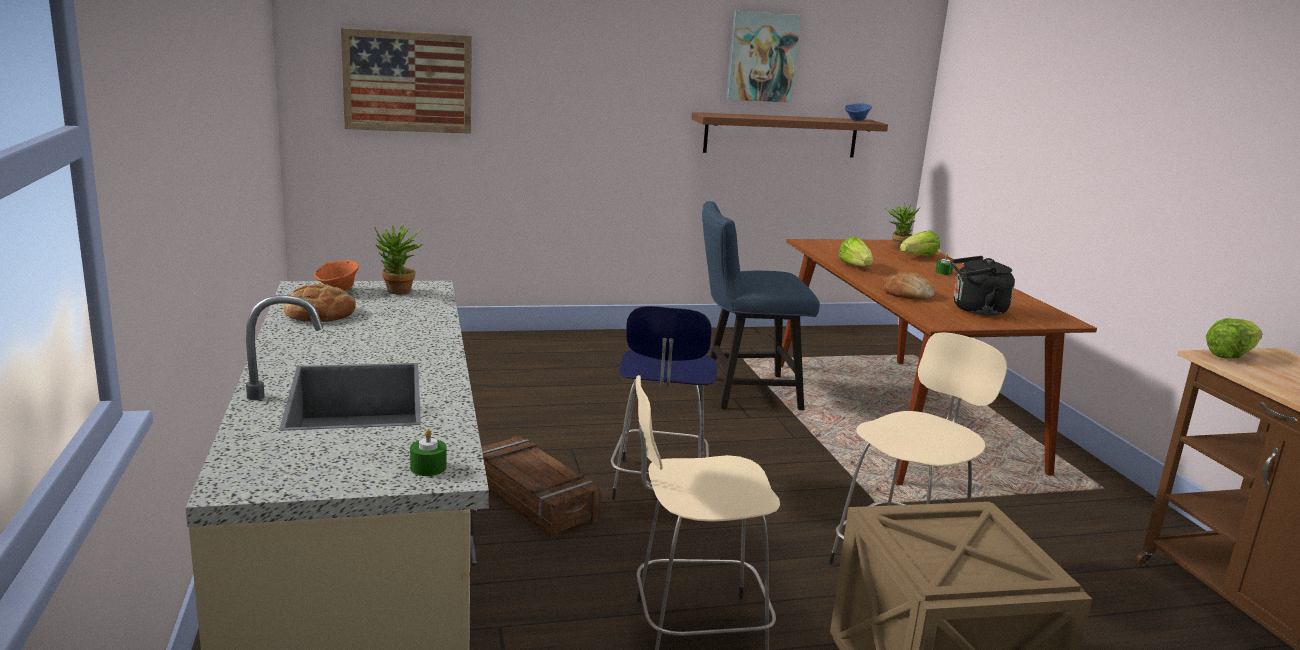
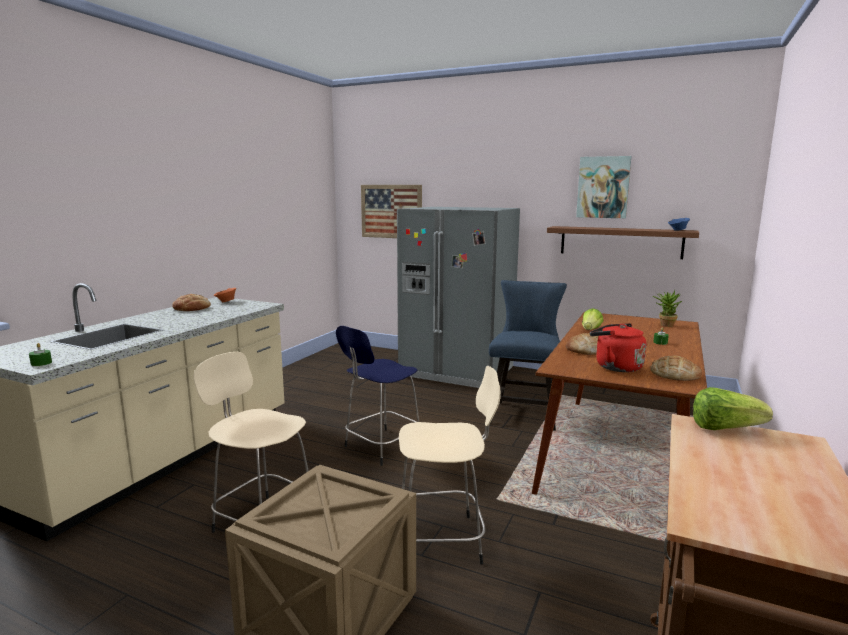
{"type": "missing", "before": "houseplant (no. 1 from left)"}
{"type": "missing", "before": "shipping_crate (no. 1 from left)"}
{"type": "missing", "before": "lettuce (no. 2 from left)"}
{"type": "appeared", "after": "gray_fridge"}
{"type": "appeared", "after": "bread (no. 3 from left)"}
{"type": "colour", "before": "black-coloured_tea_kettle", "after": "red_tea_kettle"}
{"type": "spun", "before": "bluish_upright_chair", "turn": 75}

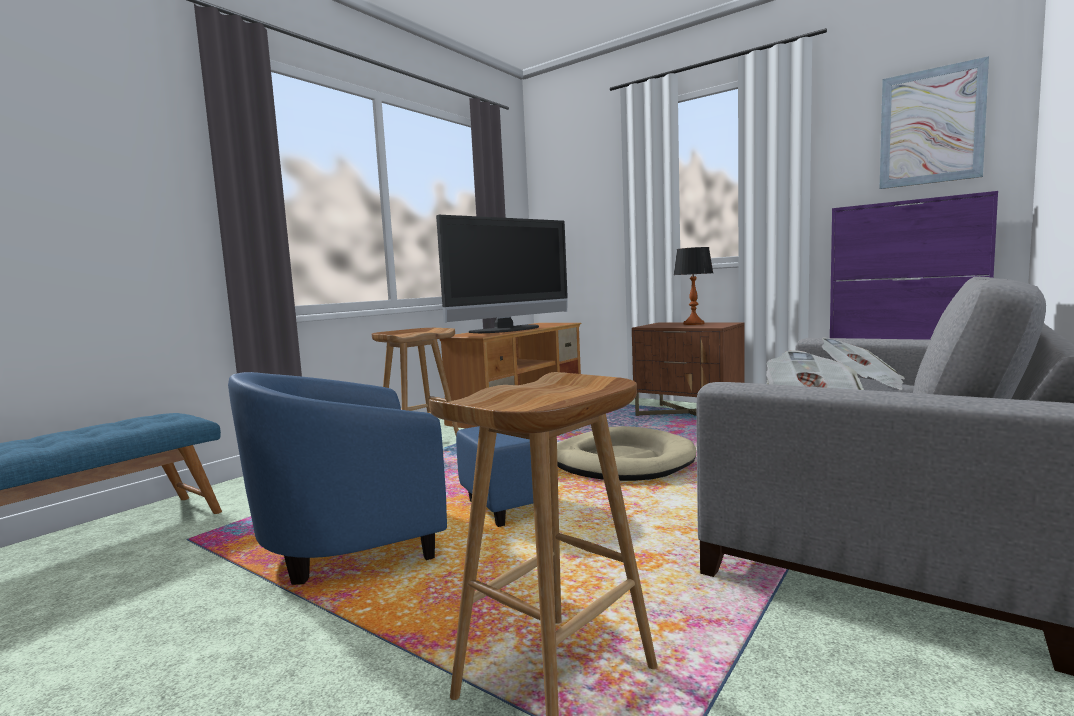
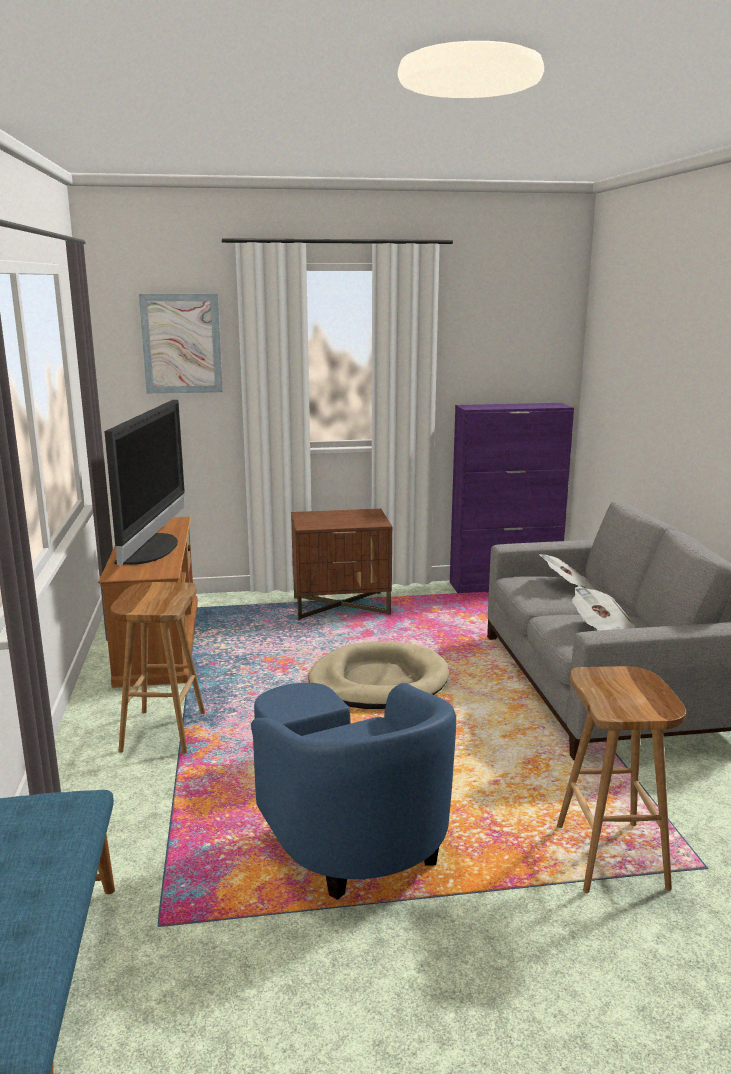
{"type": "missing", "before": "tabletop_lamp"}
{"type": "relocated", "before": "wall_art"}
{"type": "spun", "before": "bluish_lounge_chair", "turn": -45}

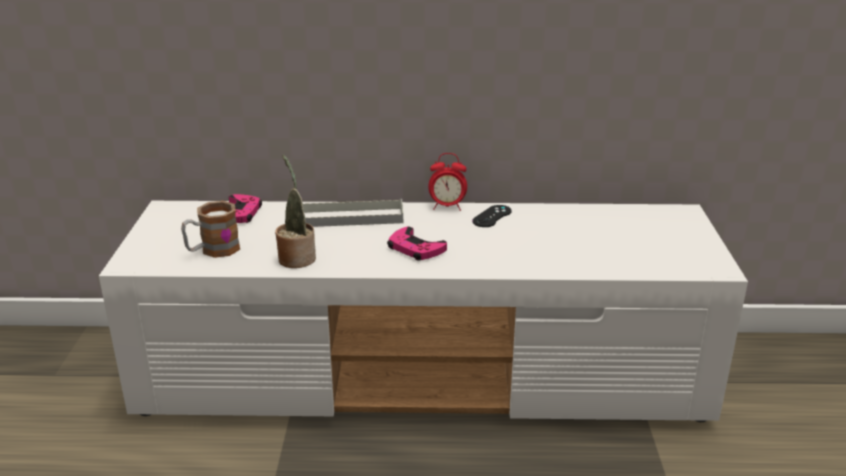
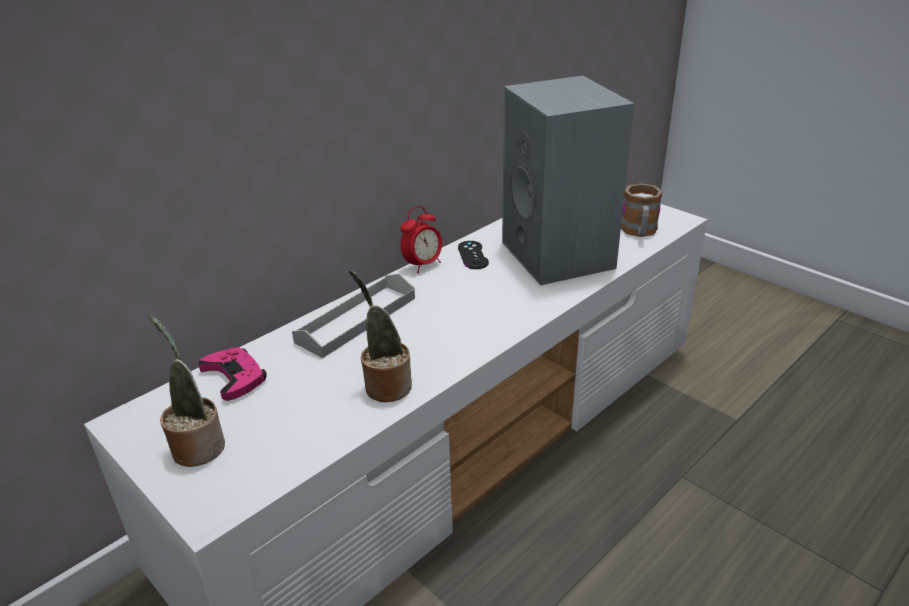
{"type": "missing", "before": "pink-coloured_gamepad (no. 2 from left)"}
{"type": "appeared", "after": "houseplant (no. 1 from left)"}
{"type": "appeared", "after": "gray_speaker"}
{"type": "relocated", "before": "mug"}

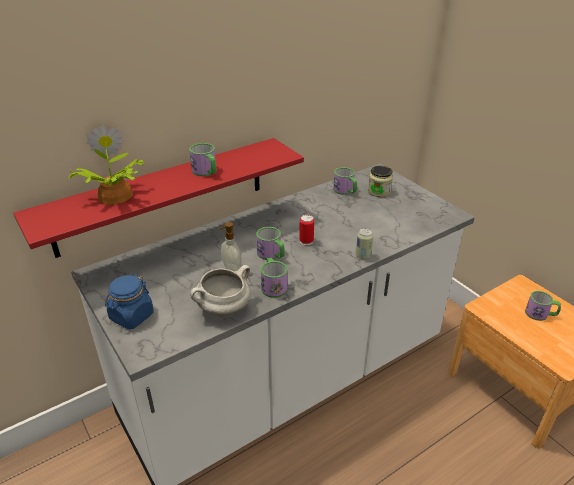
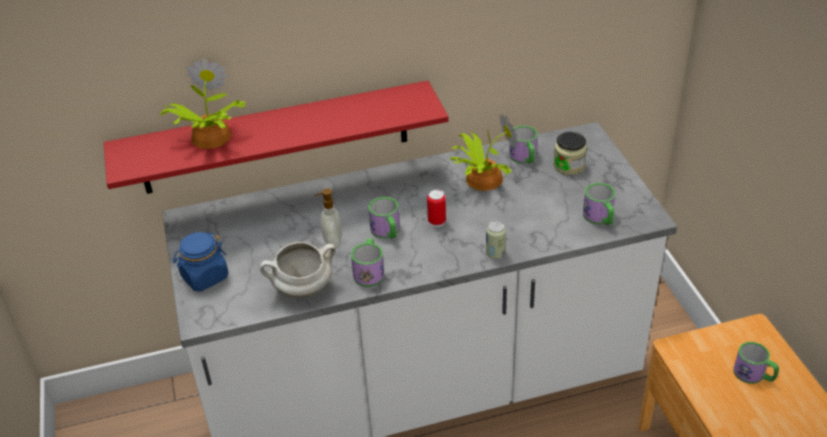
{"type": "appeared", "after": "houseplant (no. 2 from left)"}
{"type": "relocated", "before": "mug (no. 1 from left in the first image)", "after": "mug (no. 4 from left)"}

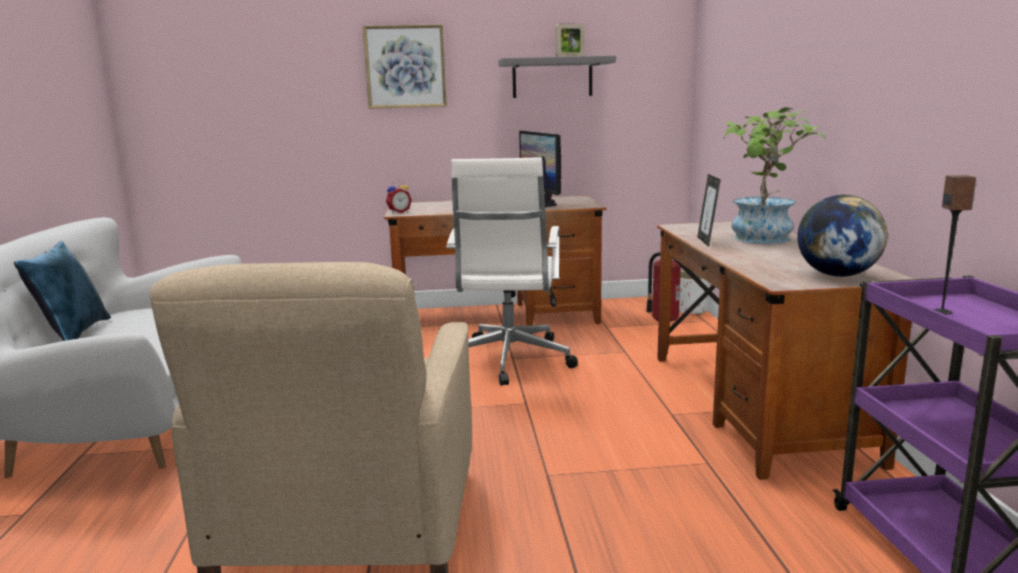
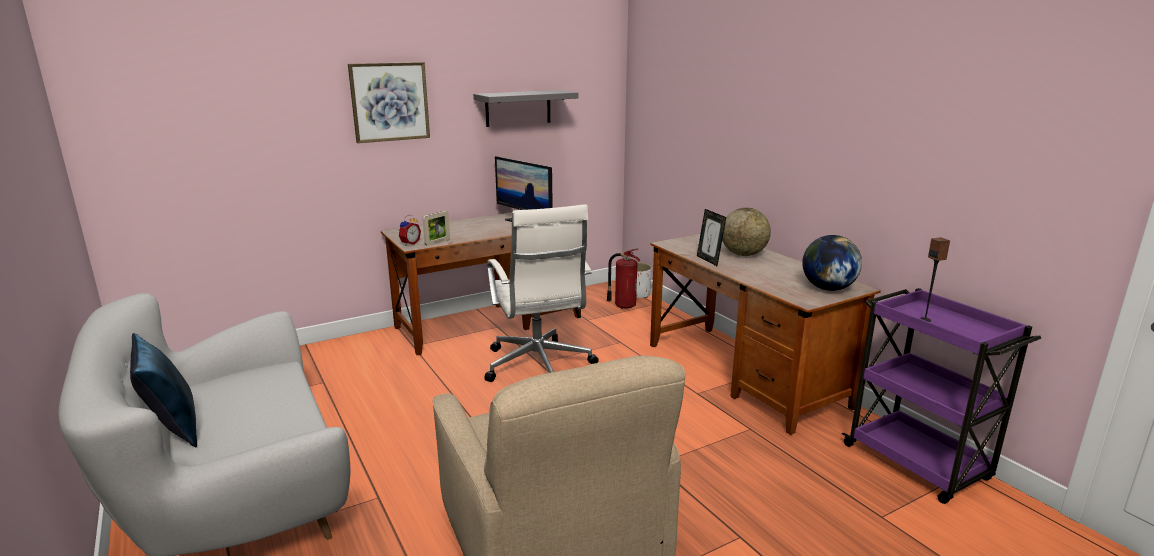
{"type": "relocated", "before": "standing_frame (no. 1 from left)"}
{"type": "exchanged", "before": "houseplant", "after": "desk_globe (no. 1 from left)"}

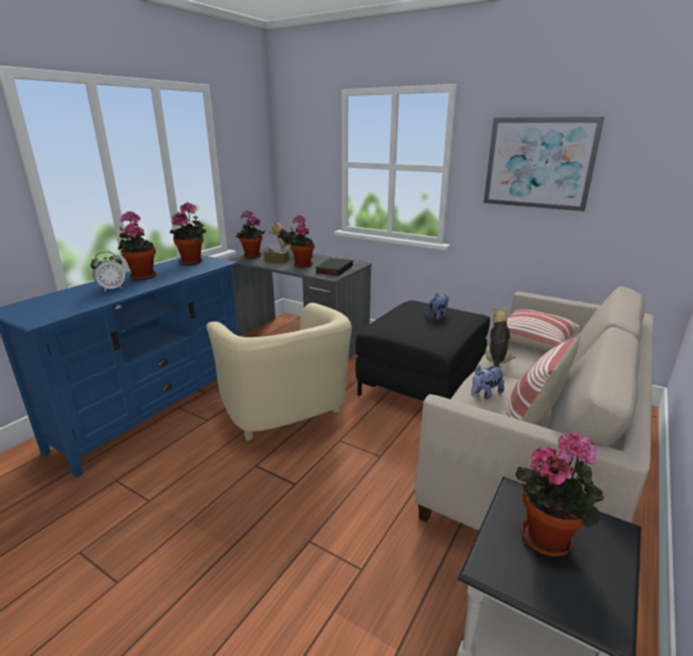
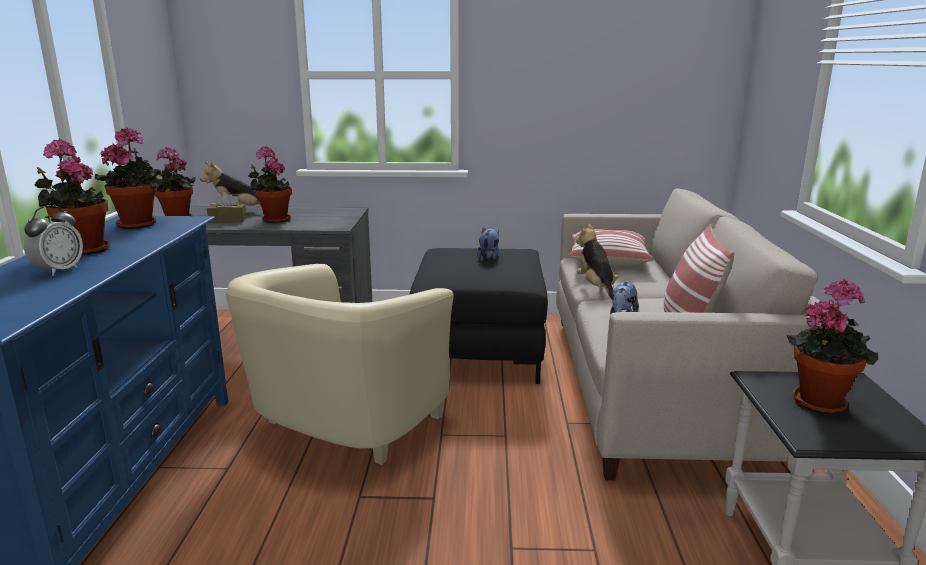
{"type": "missing", "before": "black-coloured_bound_book"}
{"type": "missing", "before": "wall_art"}
{"type": "spun", "before": "beige_lounge_chair", "turn": 90}

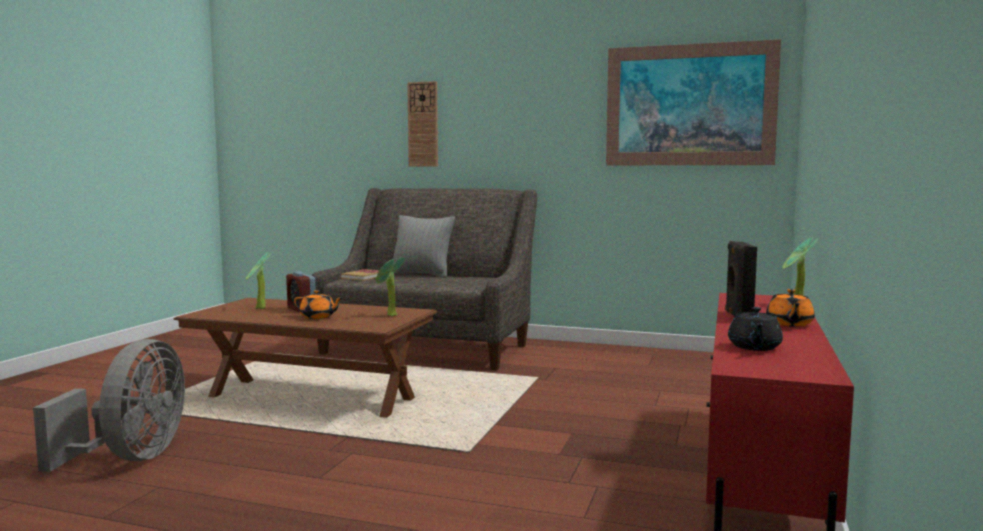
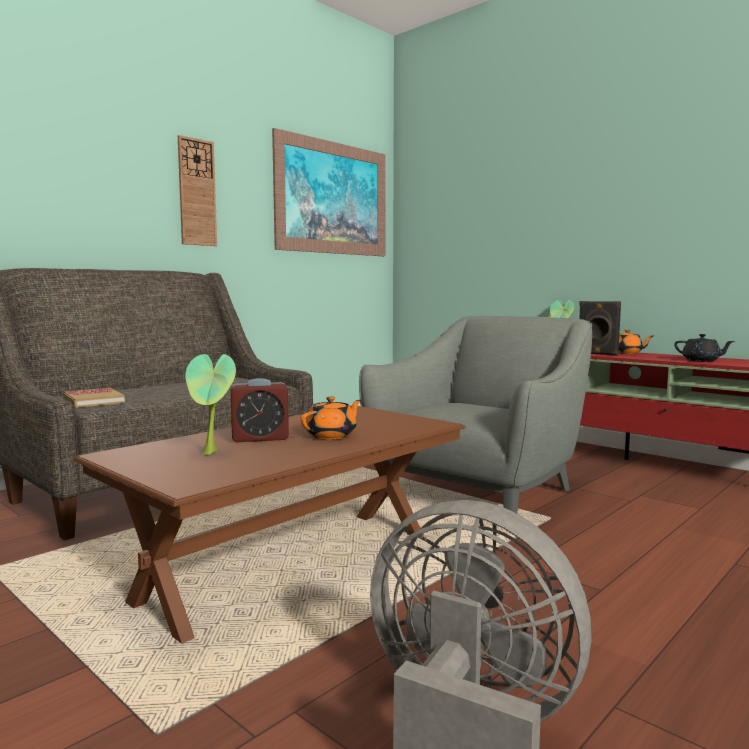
{"type": "missing", "before": "houseplant (no. 2 from left)"}
{"type": "missing", "before": "gray_pillow"}
{"type": "appeared", "after": "gray_lounge_chair"}
{"type": "relocated", "before": "hanging_clock"}

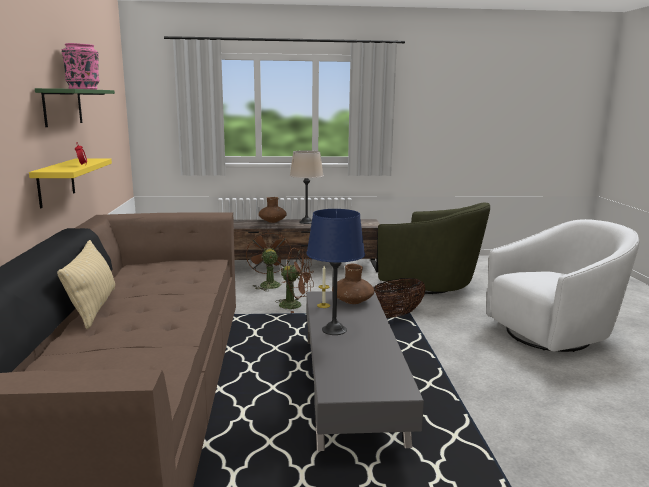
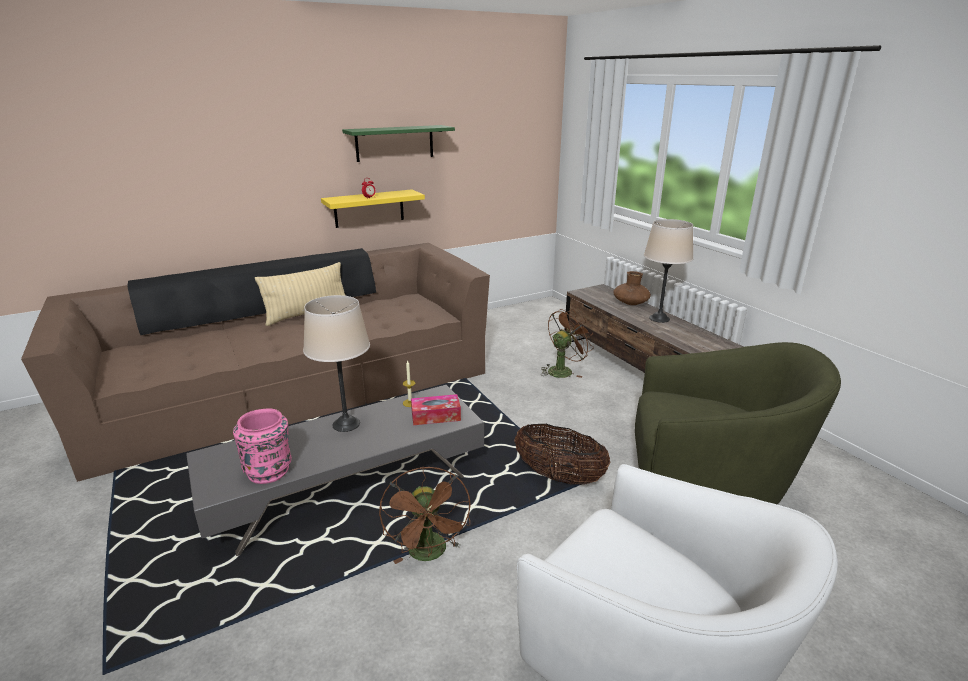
{"type": "relocated", "before": "pink-coloured_decorative_vase"}
{"type": "relocated", "before": "brown-coloured_fan (no. 2 from left in the first image)", "after": "brown-coloured_fan (no. 1 from left)"}
{"type": "exchanged", "before": "brown-coloured_decorative_vase (no. 2 from left)", "after": "tissue_holder"}
{"type": "colour", "before": "bluish_tabletop_lamp", "after": "beige_tabletop_lamp (no. 1 from left)"}
{"type": "spun", "before": "green-coloured_lounge_chair", "turn": -90}

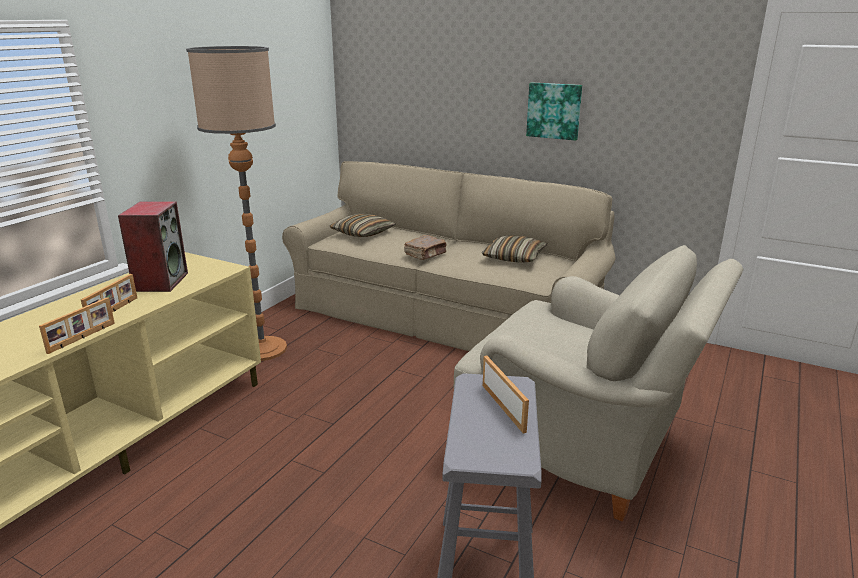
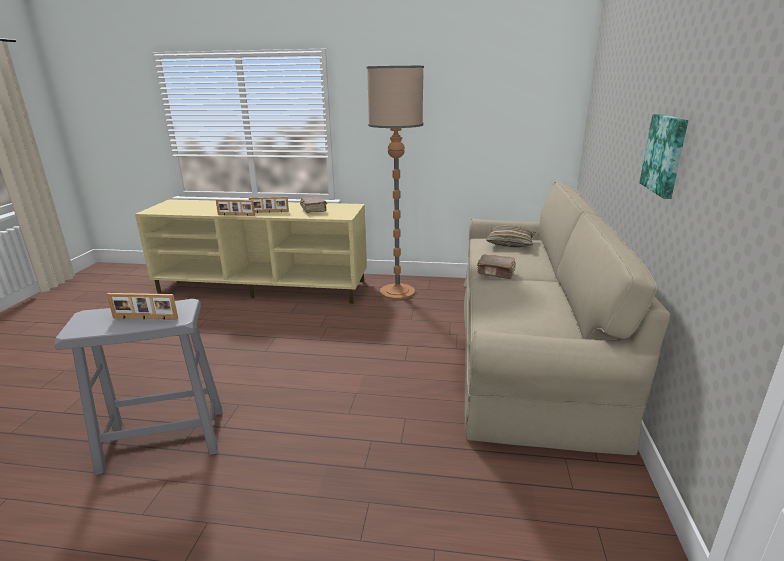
{"type": "missing", "before": "beige_lounge_chair"}
{"type": "missing", "before": "pillow (no. 2 from left)"}
{"type": "exchanged", "before": "speaker", "after": "brown-coloured_bound_book (no. 1 from left)"}
{"type": "spun", "before": "standing_frame (no. 3 from left in the first image)", "turn": 45}

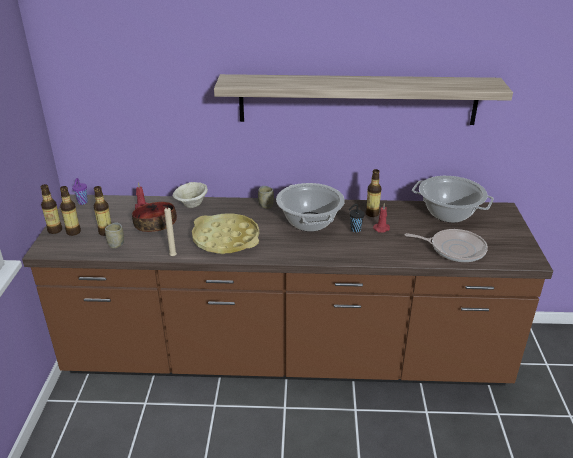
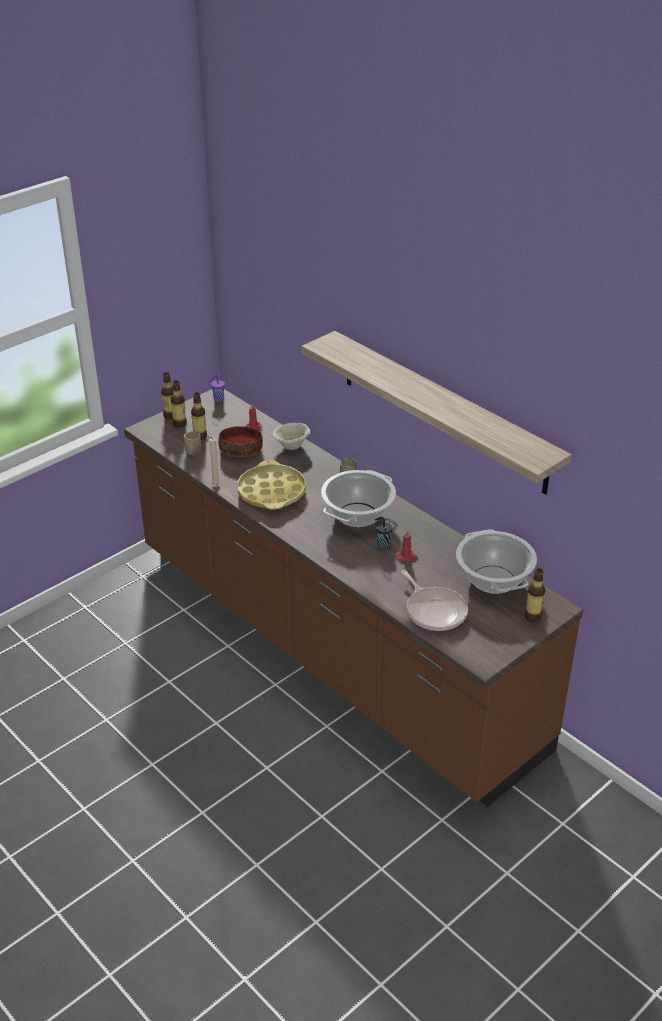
{"type": "relocated", "before": "drink_bottle (no. 4 from left)"}

